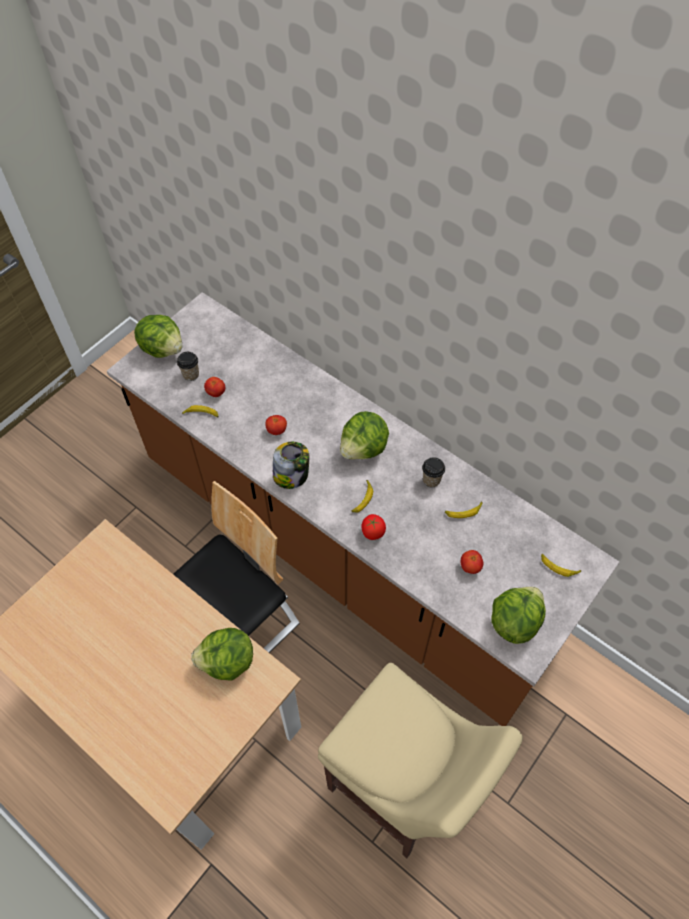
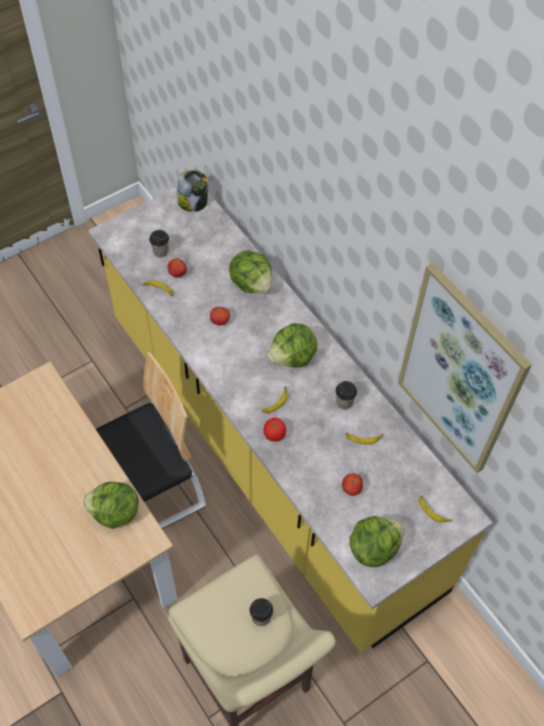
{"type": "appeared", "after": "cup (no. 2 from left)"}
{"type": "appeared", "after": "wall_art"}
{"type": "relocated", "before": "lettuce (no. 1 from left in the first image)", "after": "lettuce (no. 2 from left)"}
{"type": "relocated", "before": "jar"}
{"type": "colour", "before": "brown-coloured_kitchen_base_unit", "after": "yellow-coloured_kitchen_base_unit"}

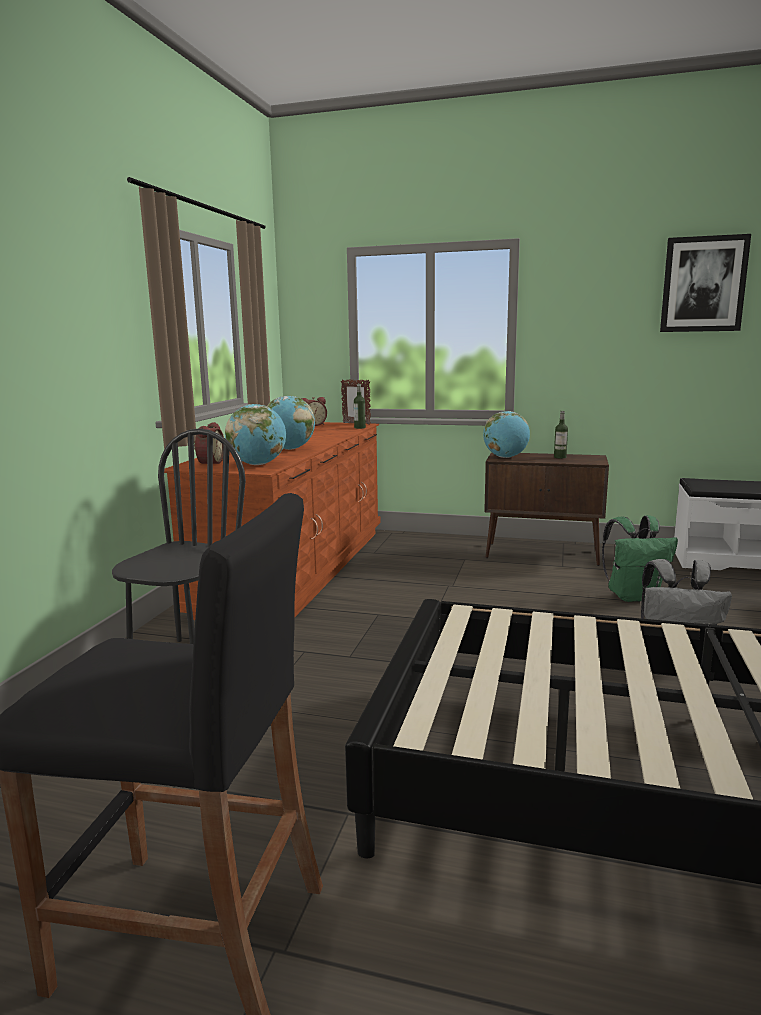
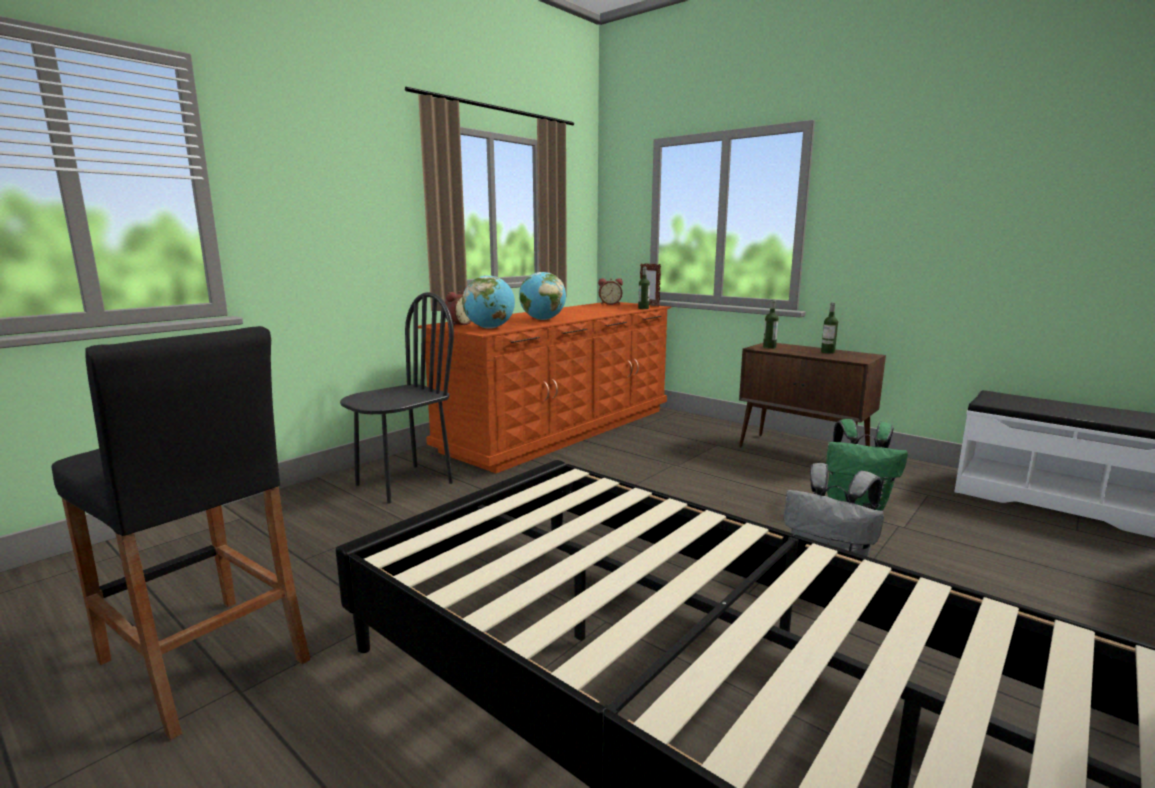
{"type": "missing", "before": "wall_art"}
{"type": "exchanged", "before": "desk_globe (no. 3 from left)", "after": "drink_bottle (no. 2 from left)"}

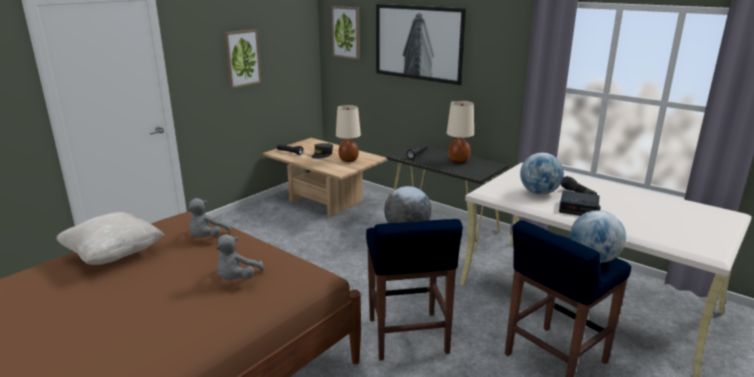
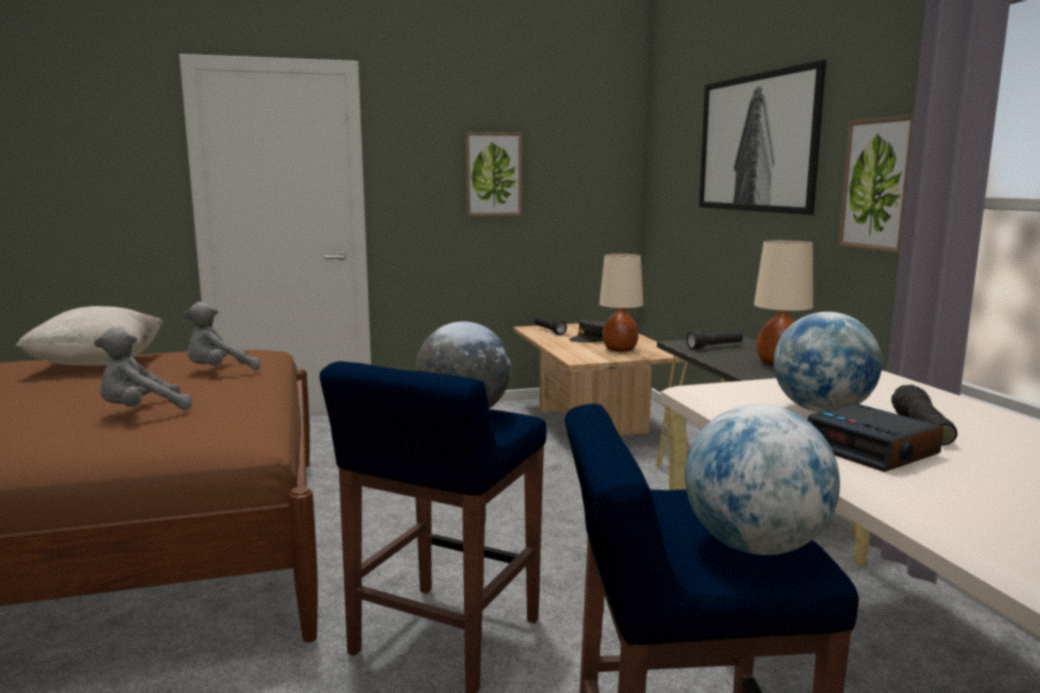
{"type": "relocated", "before": "wall_art (no. 2 from left in the first image)", "after": "wall_art (no. 3 from left)"}

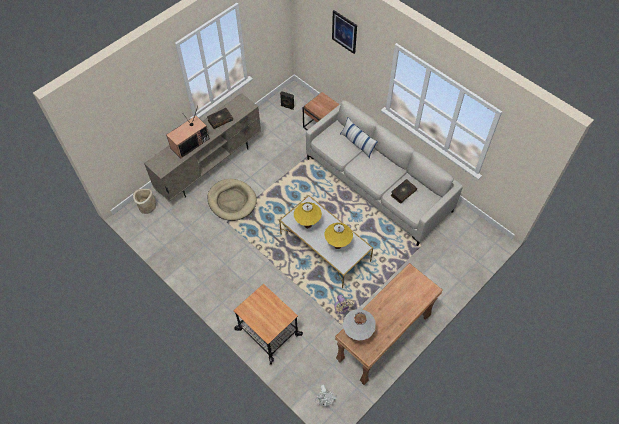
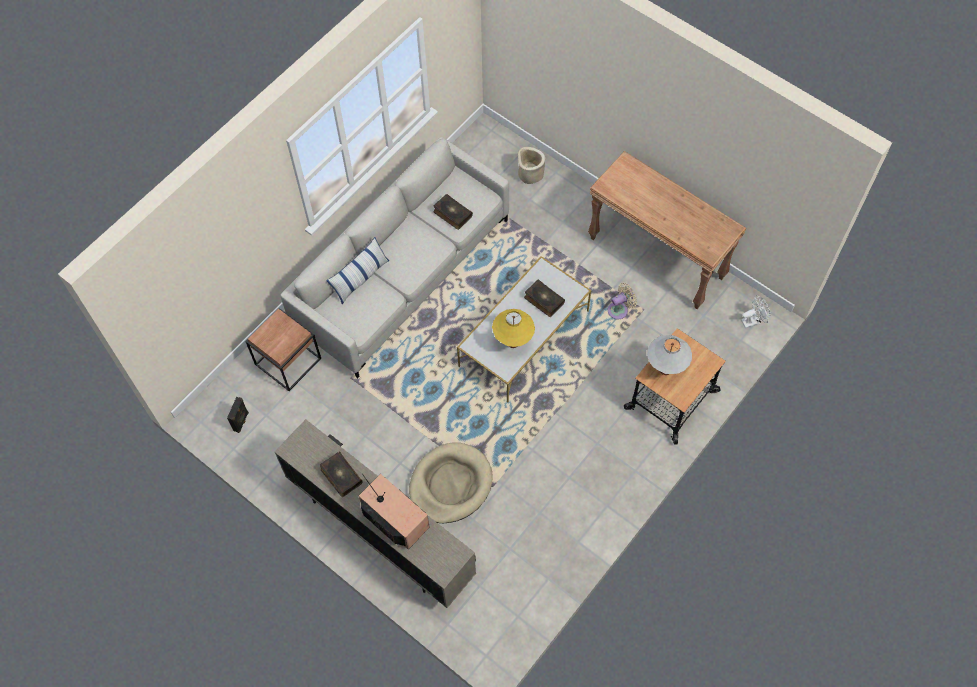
{"type": "missing", "before": "wall_art"}
{"type": "relocated", "before": "beige_plant_pot"}
{"type": "relocated", "before": "white_tabletop_lamp"}
{"type": "exchanged", "before": "yellow-coloured_tabletop_lamp (no. 2 from left)", "after": "bound_book (no. 3 from left)"}

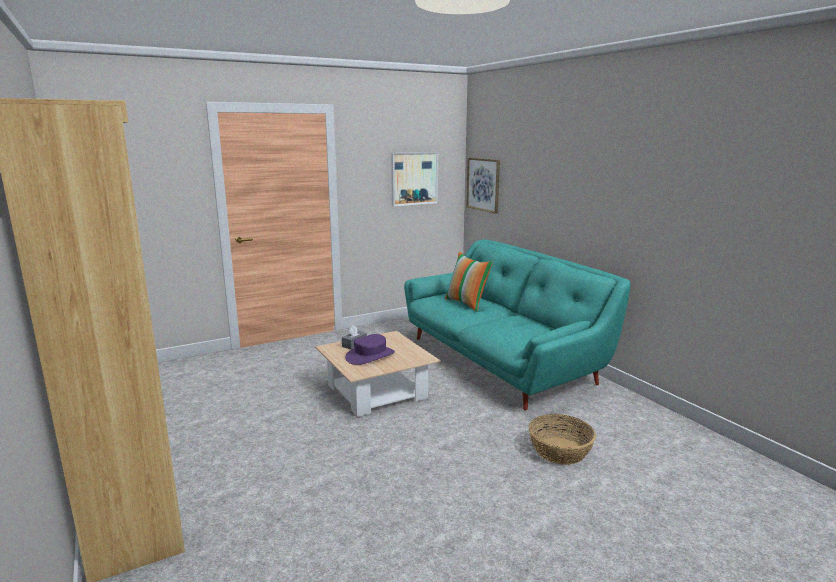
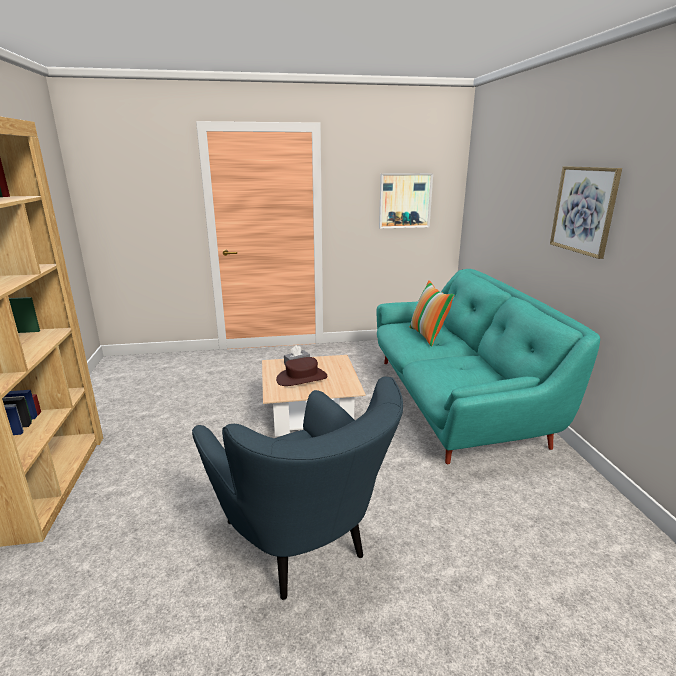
{"type": "missing", "before": "storage_basket"}
{"type": "appeared", "after": "bluish_lounge_chair"}
{"type": "relocated", "before": "wall_art (no. 2 from left)"}
{"type": "colour", "before": "purple-coloured_hat", "after": "brown-coloured_hat"}

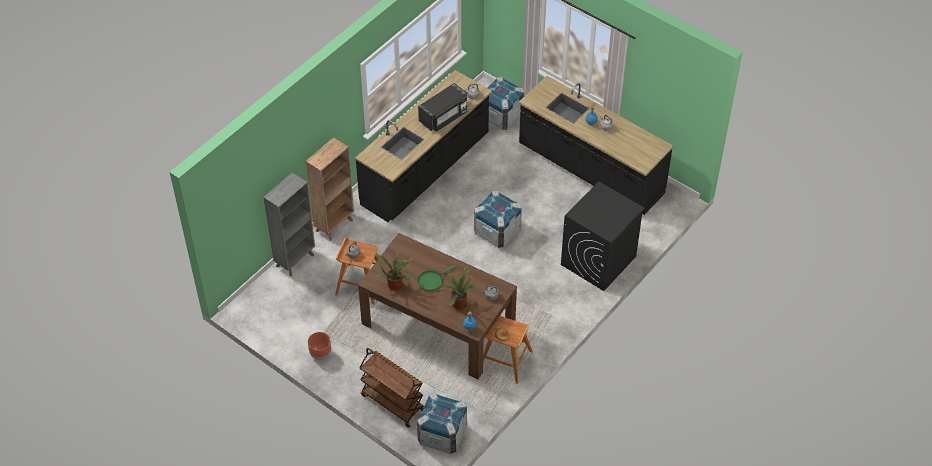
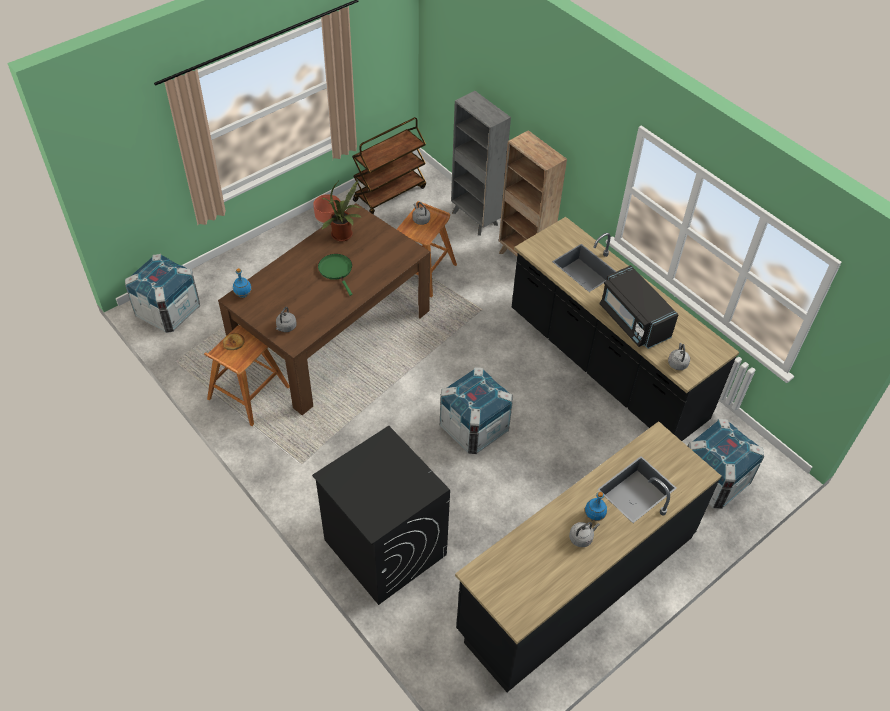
{"type": "missing", "before": "houseplant (no. 2 from left)"}
{"type": "relocated", "before": "brown-coloured_trolley"}

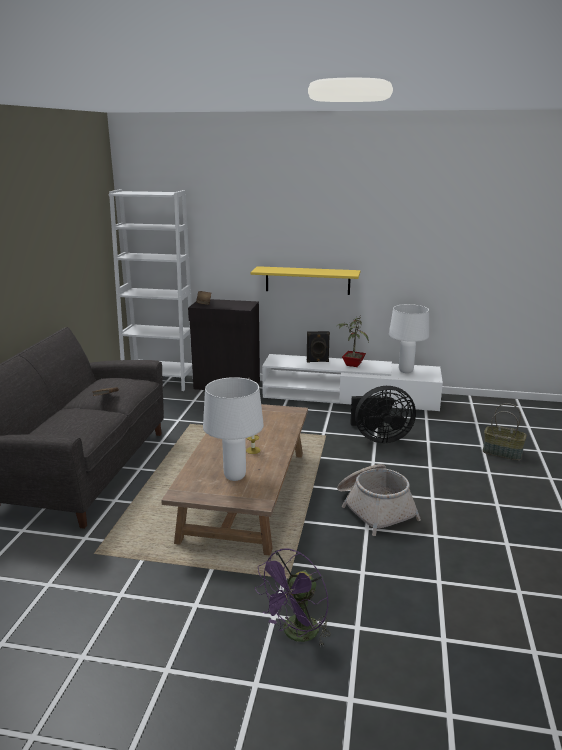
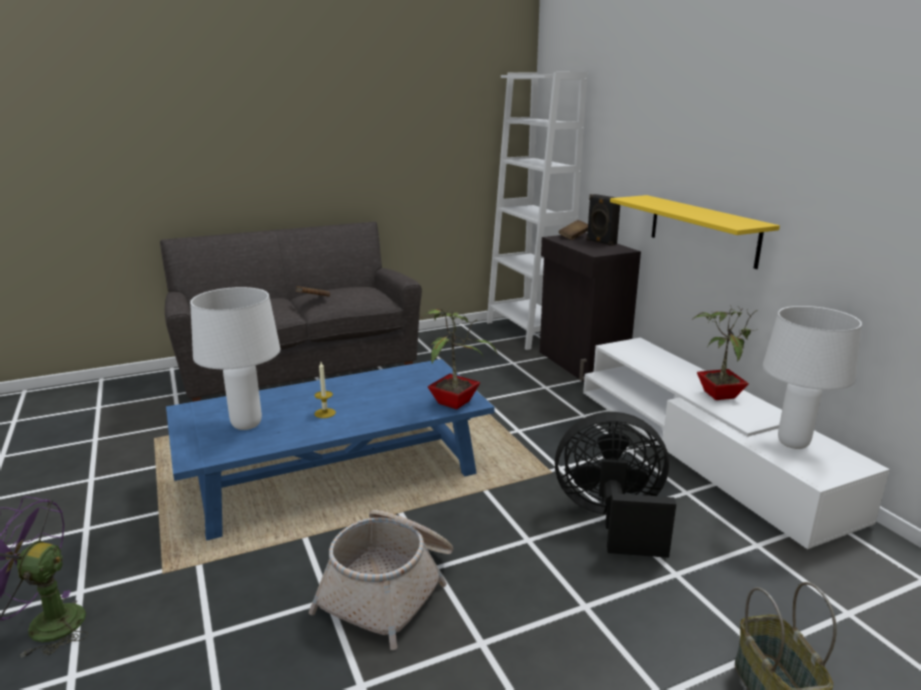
{"type": "appeared", "after": "houseplant (no. 1 from left)"}
{"type": "relocated", "before": "black-coloured_speaker"}
{"type": "colour", "before": "brown-coloured_low_table", "after": "bluish_low_table"}
{"type": "spun", "before": "black-coloured_fan", "turn": 135}

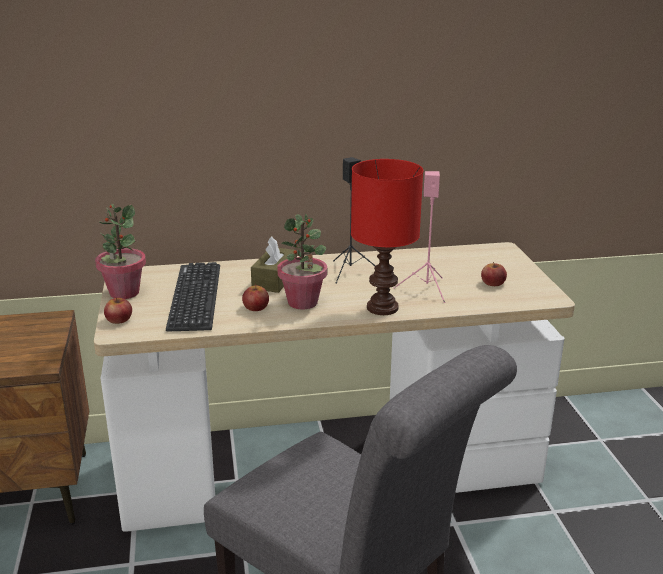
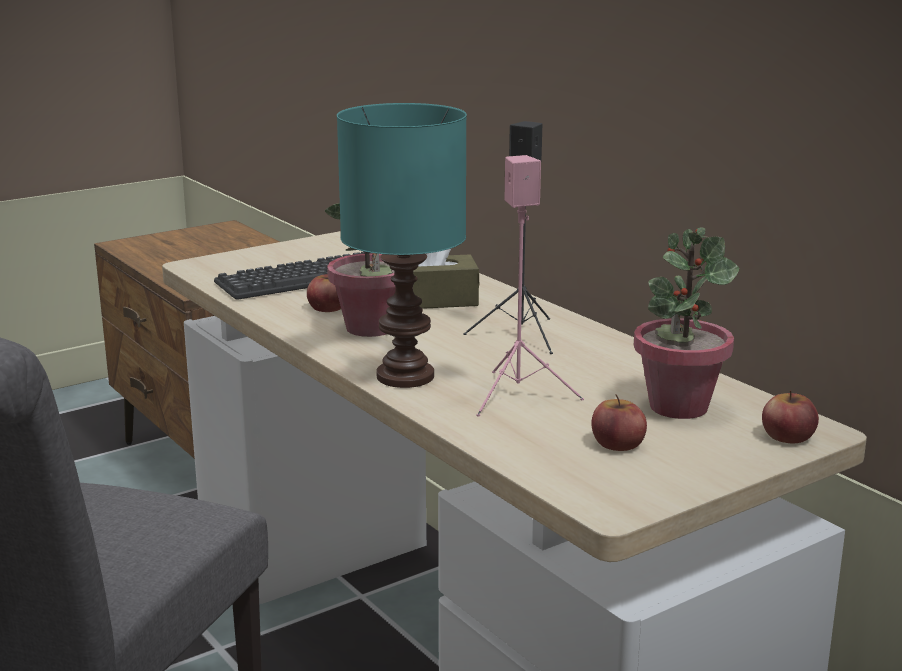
{"type": "relocated", "before": "houseplant (no. 1 from left in the first image)", "after": "houseplant (no. 2 from left)"}
{"type": "relocated", "before": "whole_apple (no. 1 from left in the first image)", "after": "whole_apple (no. 3 from left)"}
{"type": "colour", "before": "red_tabletop_lamp", "after": "turquoise_tabletop_lamp"}

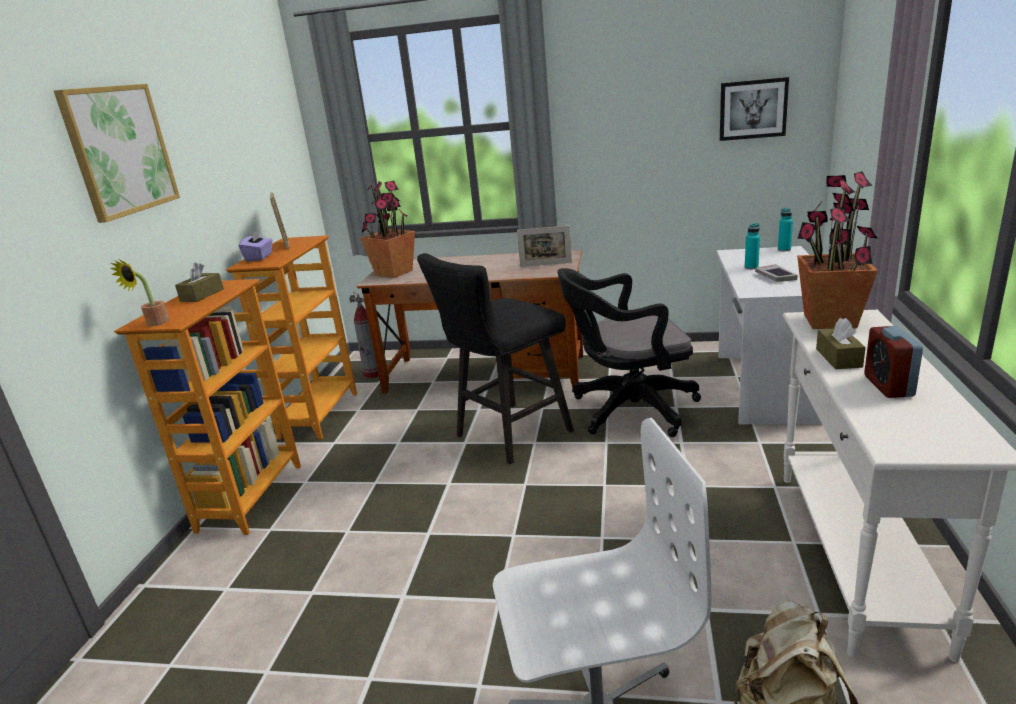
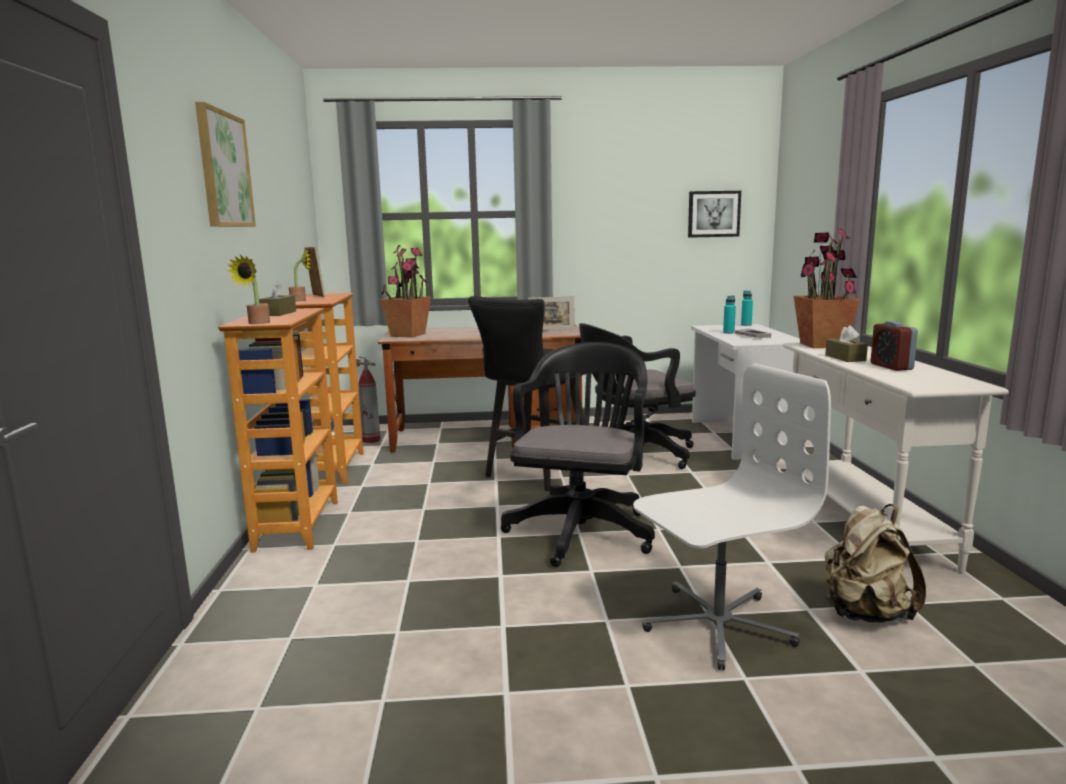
{"type": "appeared", "after": "black-coloured_desk_chair (no. 1 from left)"}
{"type": "exchanged", "before": "purple-coloured_tissue_holder", "after": "houseplant (no. 2 from left)"}

